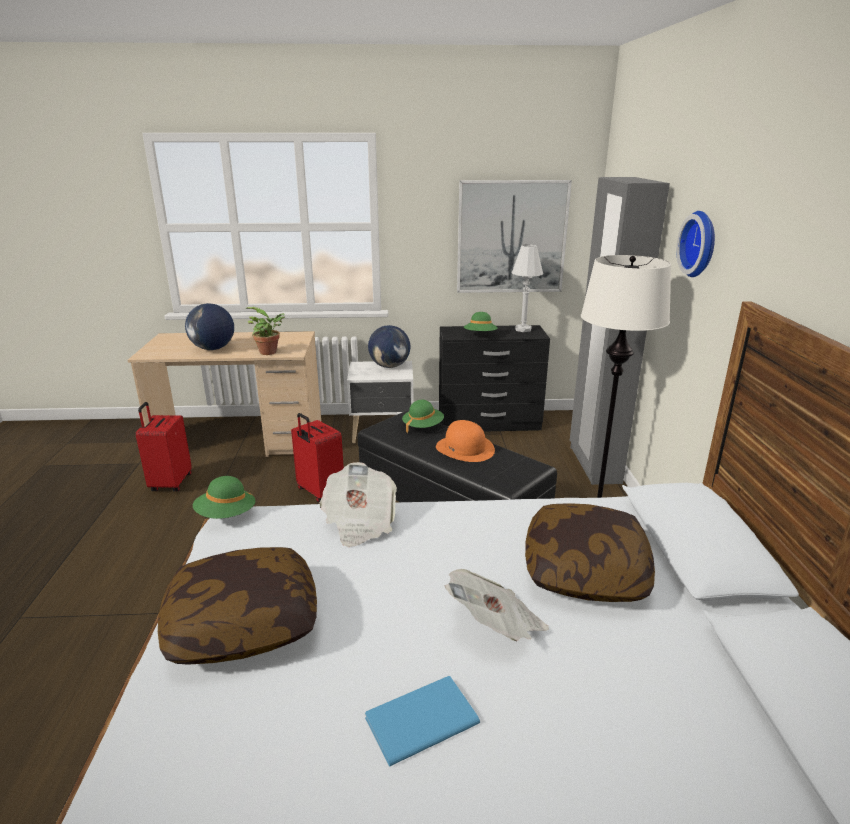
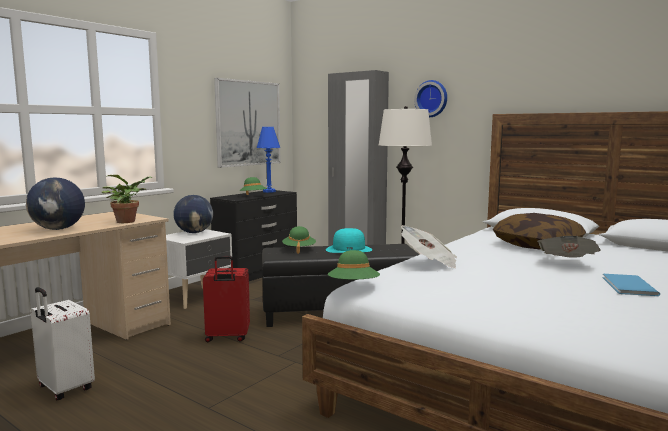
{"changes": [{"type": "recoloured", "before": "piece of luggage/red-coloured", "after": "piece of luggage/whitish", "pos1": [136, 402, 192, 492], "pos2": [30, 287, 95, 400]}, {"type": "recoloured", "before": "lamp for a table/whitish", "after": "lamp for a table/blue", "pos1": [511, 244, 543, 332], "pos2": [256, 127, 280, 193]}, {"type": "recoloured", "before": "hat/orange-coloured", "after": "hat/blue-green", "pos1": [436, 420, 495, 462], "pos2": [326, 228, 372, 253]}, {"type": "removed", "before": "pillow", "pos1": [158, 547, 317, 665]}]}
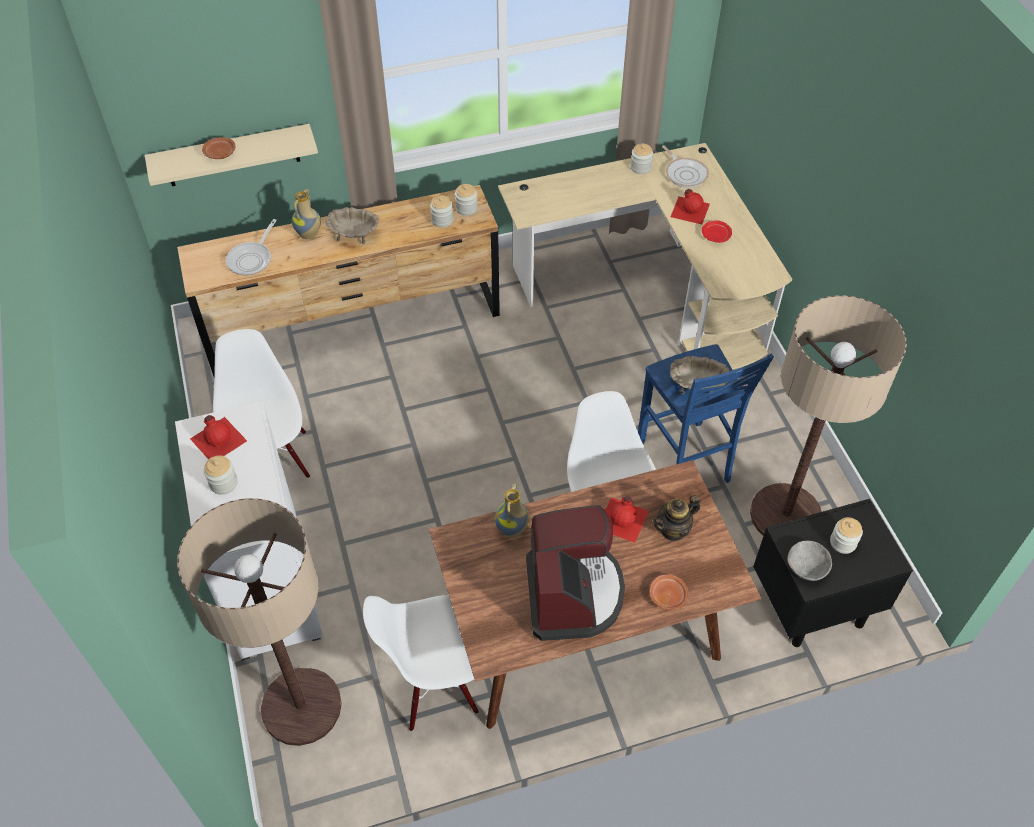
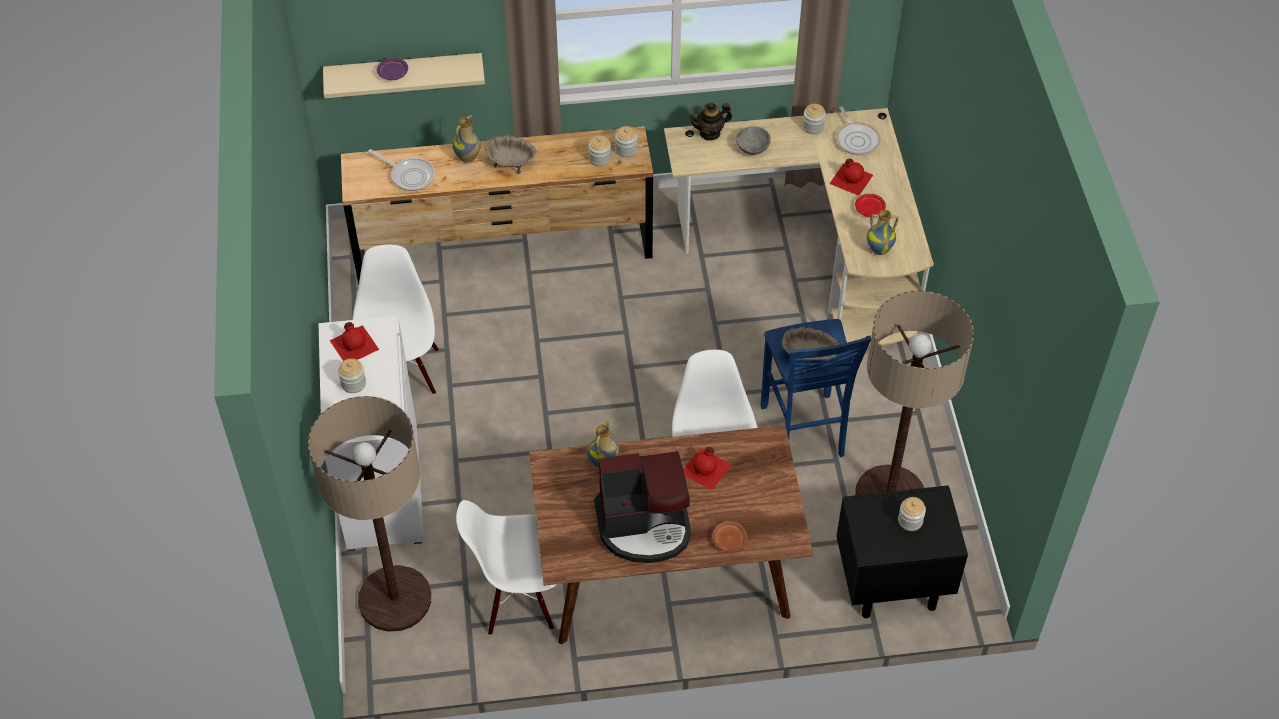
{"changes": [{"type": "turned", "before": "frying pan", "pos1": [226, 219, 277, 276], "pos2": [368, 149, 435, 191], "turn": -90}, {"type": "recoloured", "before": "plate/brown", "after": "plate/purplish", "pos1": [202, 137, 235, 159], "pos2": [377, 58, 408, 80]}, {"type": "turned", "before": "coffee machine", "pos1": [526, 505, 625, 641], "pos2": [594, 451, 691, 563], "turn": 75}, {"type": "moved", "before": "teapot", "pos1": [653, 495, 700, 542], "pos2": [689, 102, 732, 140]}, {"type": "moved", "before": "deep dish/gray", "pos1": [787, 541, 832, 581], "pos2": [735, 126, 771, 155]}, {"type": "added", "after": "flower vase", "pos2": [867, 210, 899, 255]}]}
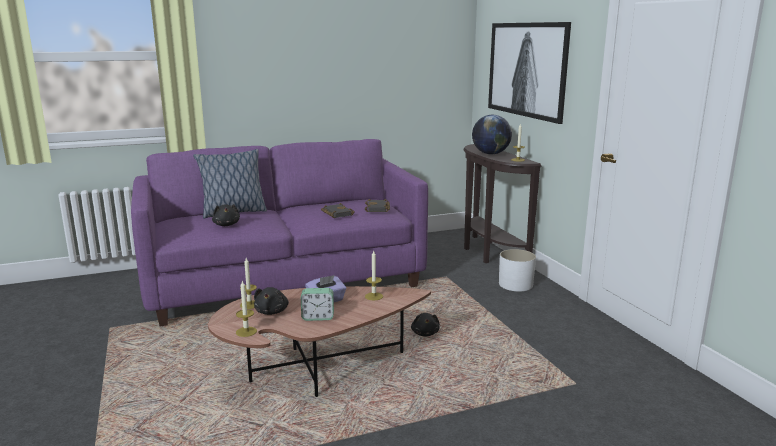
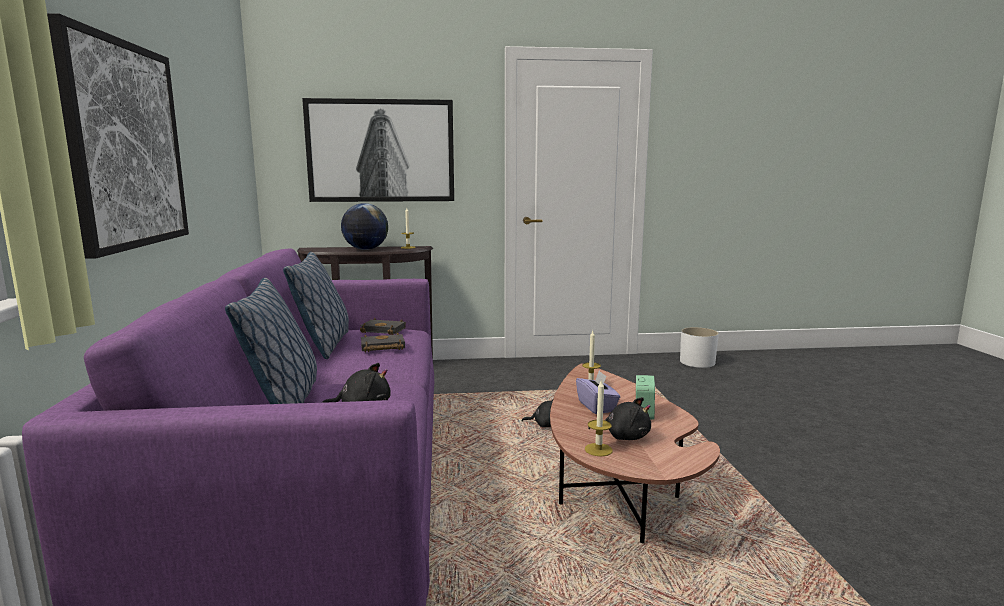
{"changes": [{"type": "added", "after": "wall picture", "pos2": [47, 13, 189, 259]}, {"type": "added", "after": "pillow", "pos2": [283, 252, 349, 359]}, {"type": "moved", "before": "plant pot/whitish", "pos1": [499, 249, 536, 292], "pos2": [680, 327, 719, 368]}, {"type": "removed", "before": "candle", "pos1": [236, 280, 257, 337]}]}
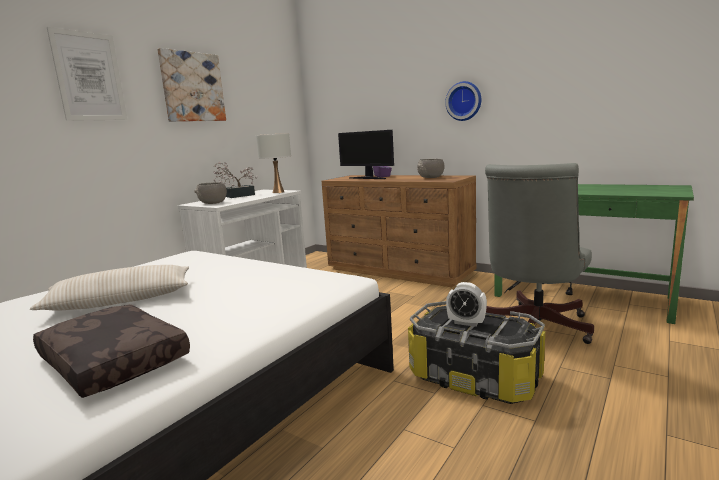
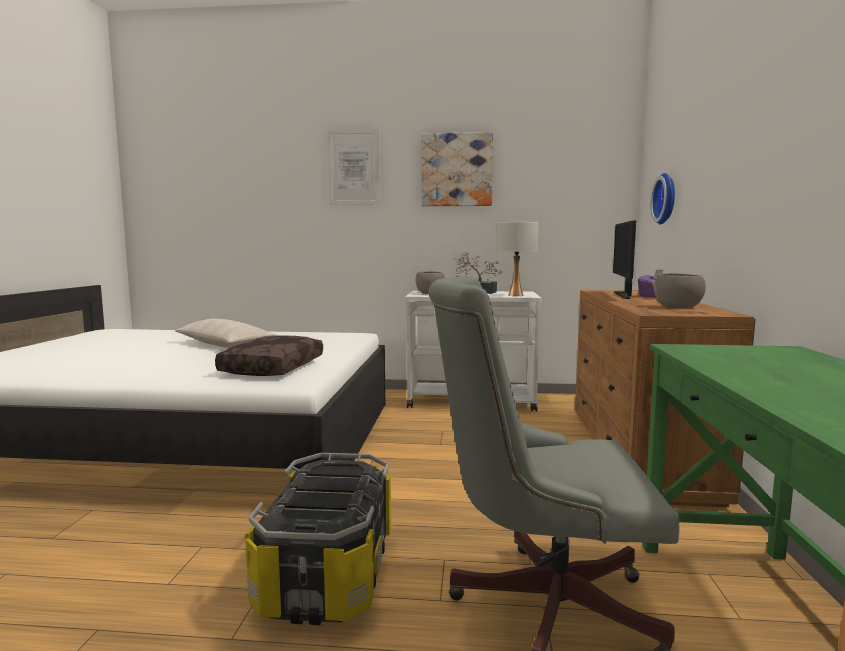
{"changes": [{"type": "moved", "before": "pillow/brown", "pos1": [33, 304, 190, 398], "pos2": [215, 335, 323, 376]}, {"type": "moved", "before": "clock on the wall", "pos1": [445, 81, 481, 121], "pos2": [651, 173, 675, 224]}, {"type": "removed", "before": "alarm clock", "pos1": [446, 282, 487, 327]}]}
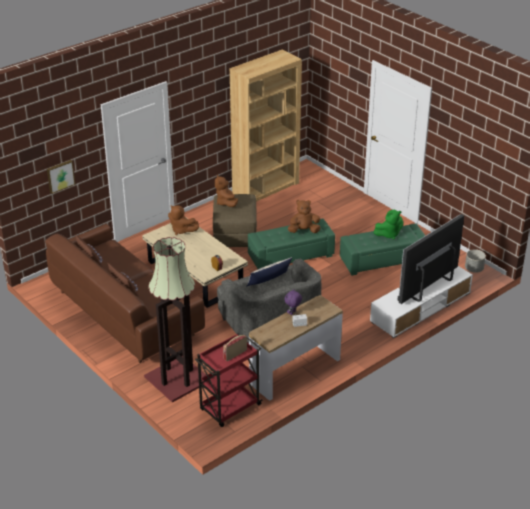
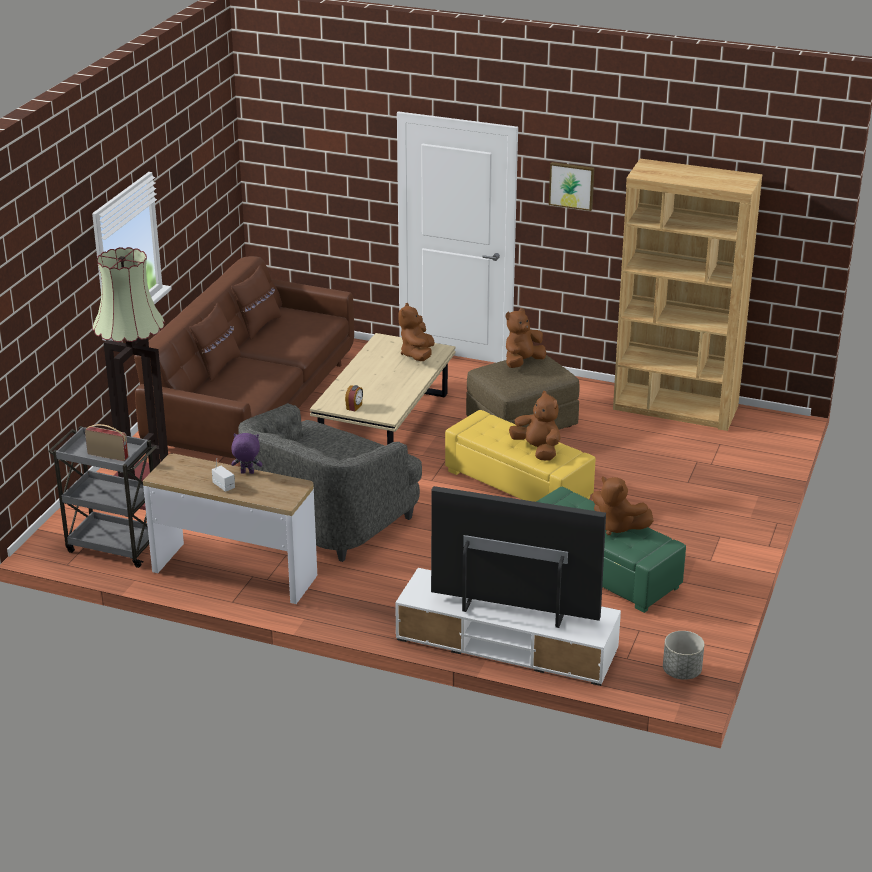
{"changes": [{"type": "recoloured", "before": "cart/red-coloured", "after": "cart/gray", "pos1": [195, 333, 262, 427], "pos2": [48, 426, 156, 568]}, {"type": "recoloured", "before": "ottoman/green-coloured", "after": "ottoman/yellowish", "pos1": [248, 219, 335, 269], "pos2": [445, 410, 595, 502]}, {"type": "moved", "before": "wall picture", "pos1": [47, 160, 75, 194], "pos2": [549, 162, 594, 211]}, {"type": "recoloured", "before": "cuddly toy/green-coloured", "after": "cuddly toy/brown", "pos1": [374, 210, 403, 240], "pos2": [592, 476, 654, 535]}, {"type": "removed", "before": "pillow", "pos1": [246, 257, 292, 287]}]}
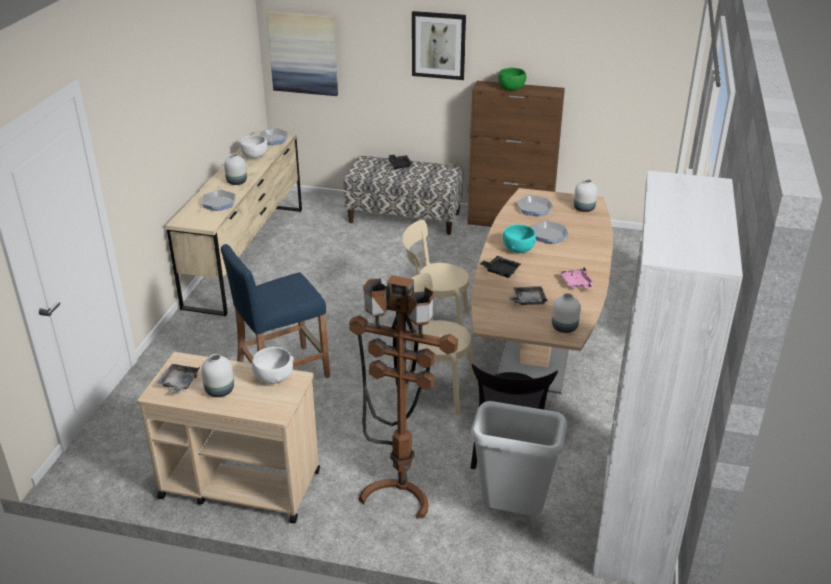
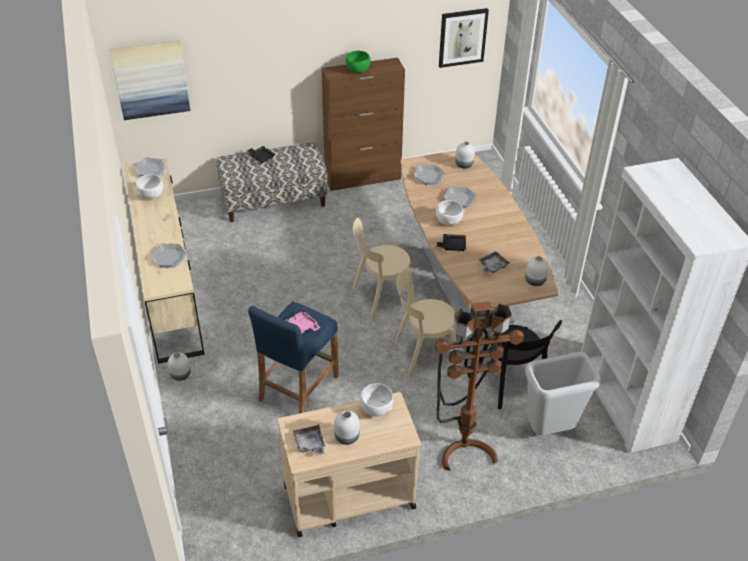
{"changes": [{"type": "moved", "before": "flower vase/whitish", "pos1": [224, 153, 247, 185], "pos2": [168, 353, 191, 381]}, {"type": "moved", "before": "tray/pink-coloured", "pos1": [559, 267, 594, 289], "pos2": [285, 309, 321, 334]}, {"type": "recoloured", "before": "deep dish/blue-green", "after": "deep dish/whitish", "pos1": [503, 224, 536, 253], "pos2": [436, 200, 465, 225]}, {"type": "moved", "before": "wall picture", "pos1": [412, 11, 466, 80], "pos2": [439, 8, 489, 68]}]}
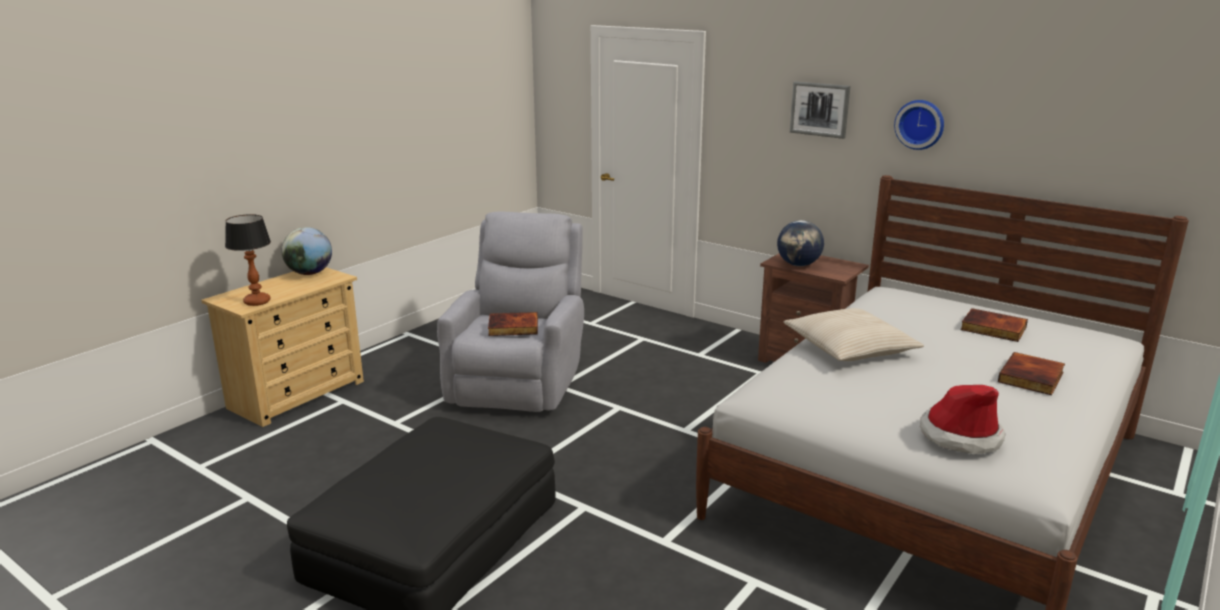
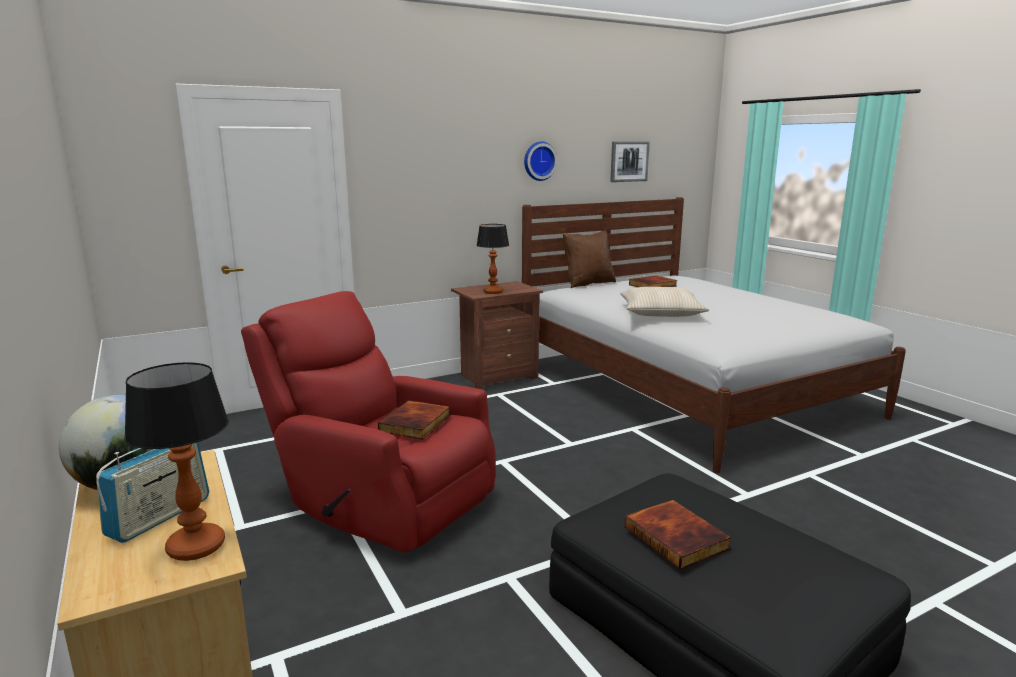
{"changes": [{"type": "added", "after": "radio set", "pos2": [96, 442, 209, 543]}, {"type": "recoloured", "before": "armchair/gray", "after": "armchair/red-coloured", "pos1": [437, 212, 584, 412], "pos2": [241, 291, 496, 552]}, {"type": "replaced", "before": "globe", "after": "lamp for a table", "pos1": [777, 220, 824, 266], "pos2": [476, 224, 509, 294]}, {"type": "added", "after": "pillow/brown", "pos2": [563, 231, 616, 288]}, {"type": "moved", "before": "wall picture", "pos1": [790, 81, 850, 139], "pos2": [610, 141, 650, 182]}, {"type": "moved", "before": "bound book", "pos1": [998, 352, 1065, 395], "pos2": [625, 500, 731, 570]}, {"type": "removed", "before": "hat", "pos1": [920, 385, 1005, 454]}]}
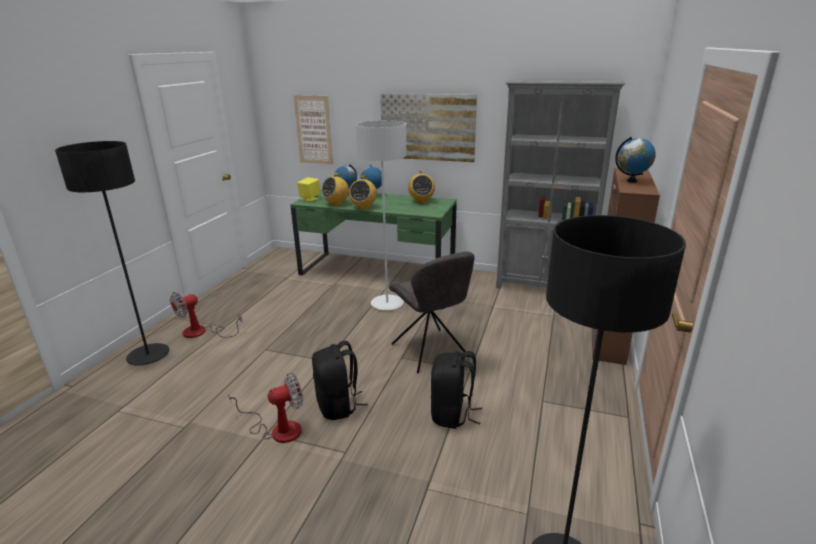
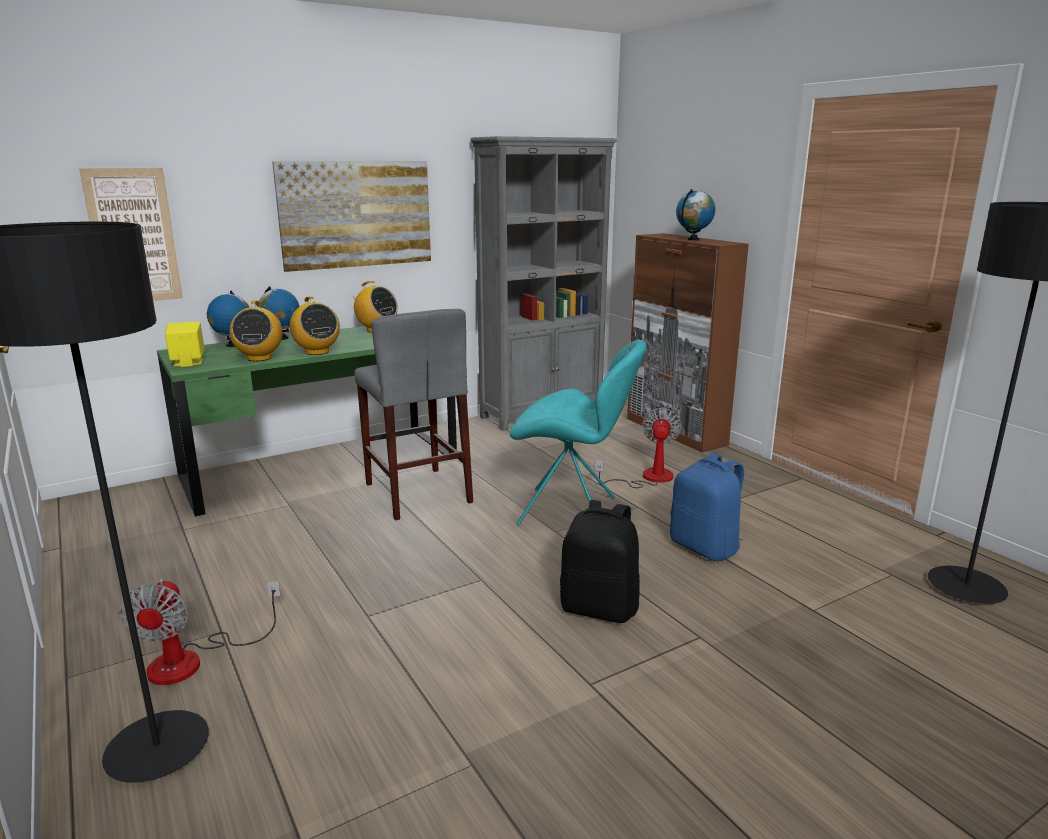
{"changes": [{"type": "replaced", "before": "standing lamp/gray", "after": "sitting stool/gray", "pos1": [356, 120, 407, 310], "pos2": [354, 309, 473, 520]}, {"type": "recoloured", "before": "chair/gray", "after": "chair/blue-green", "pos1": [389, 252, 475, 373], "pos2": [510, 339, 647, 526]}, {"type": "moved", "before": "electric fan", "pos1": [228, 373, 303, 443], "pos2": [595, 408, 681, 488]}, {"type": "recoloured", "before": "rucksack/black-coloured", "after": "rucksack/blue", "pos1": [431, 351, 482, 429], "pos2": [670, 453, 744, 561]}]}
